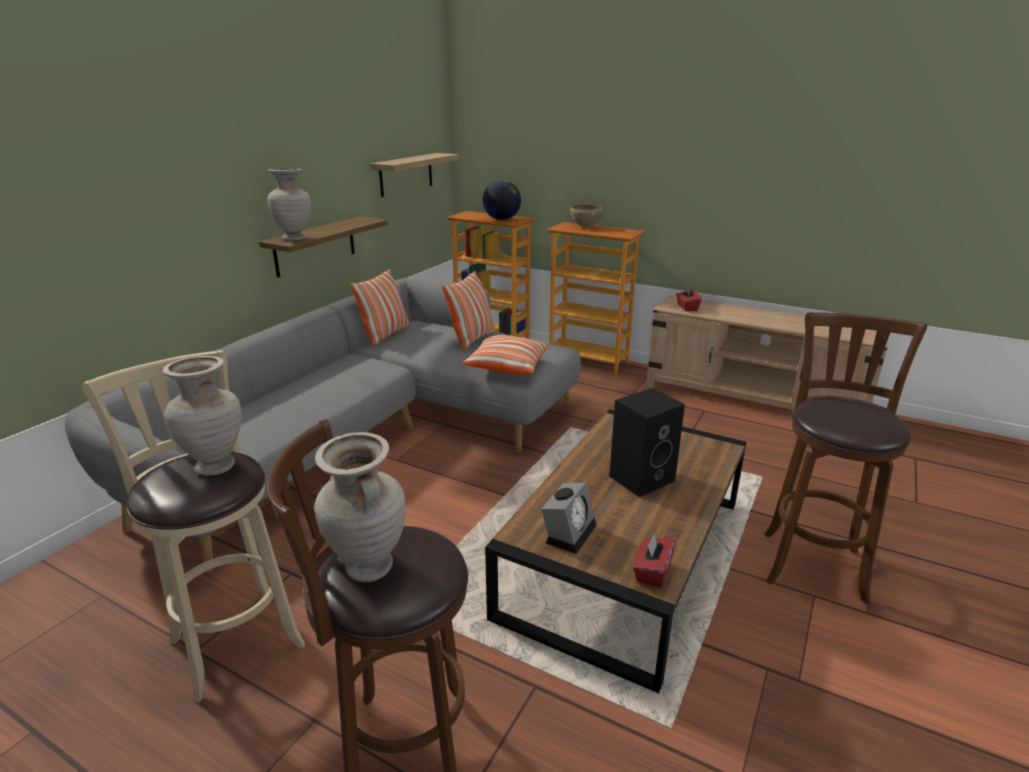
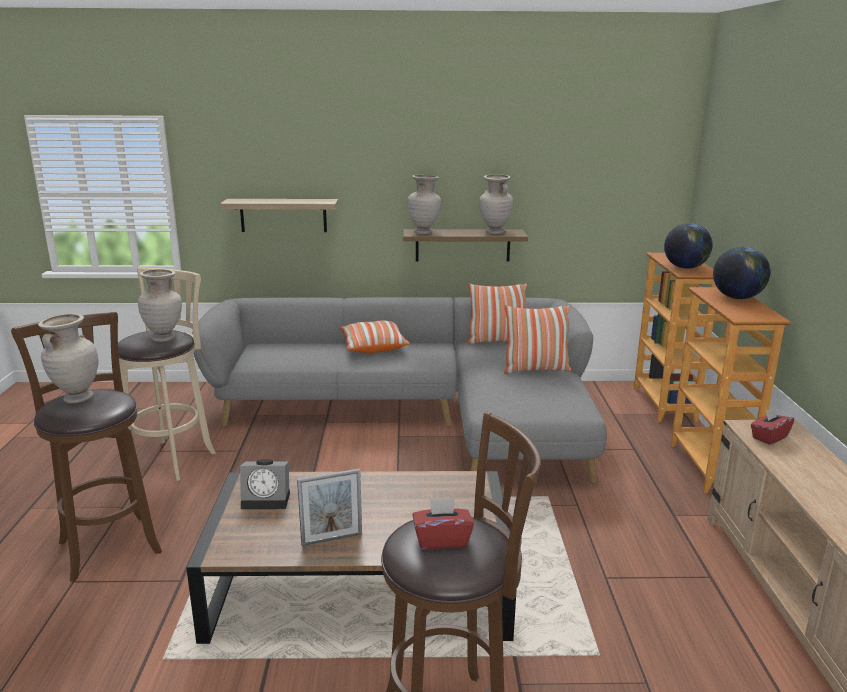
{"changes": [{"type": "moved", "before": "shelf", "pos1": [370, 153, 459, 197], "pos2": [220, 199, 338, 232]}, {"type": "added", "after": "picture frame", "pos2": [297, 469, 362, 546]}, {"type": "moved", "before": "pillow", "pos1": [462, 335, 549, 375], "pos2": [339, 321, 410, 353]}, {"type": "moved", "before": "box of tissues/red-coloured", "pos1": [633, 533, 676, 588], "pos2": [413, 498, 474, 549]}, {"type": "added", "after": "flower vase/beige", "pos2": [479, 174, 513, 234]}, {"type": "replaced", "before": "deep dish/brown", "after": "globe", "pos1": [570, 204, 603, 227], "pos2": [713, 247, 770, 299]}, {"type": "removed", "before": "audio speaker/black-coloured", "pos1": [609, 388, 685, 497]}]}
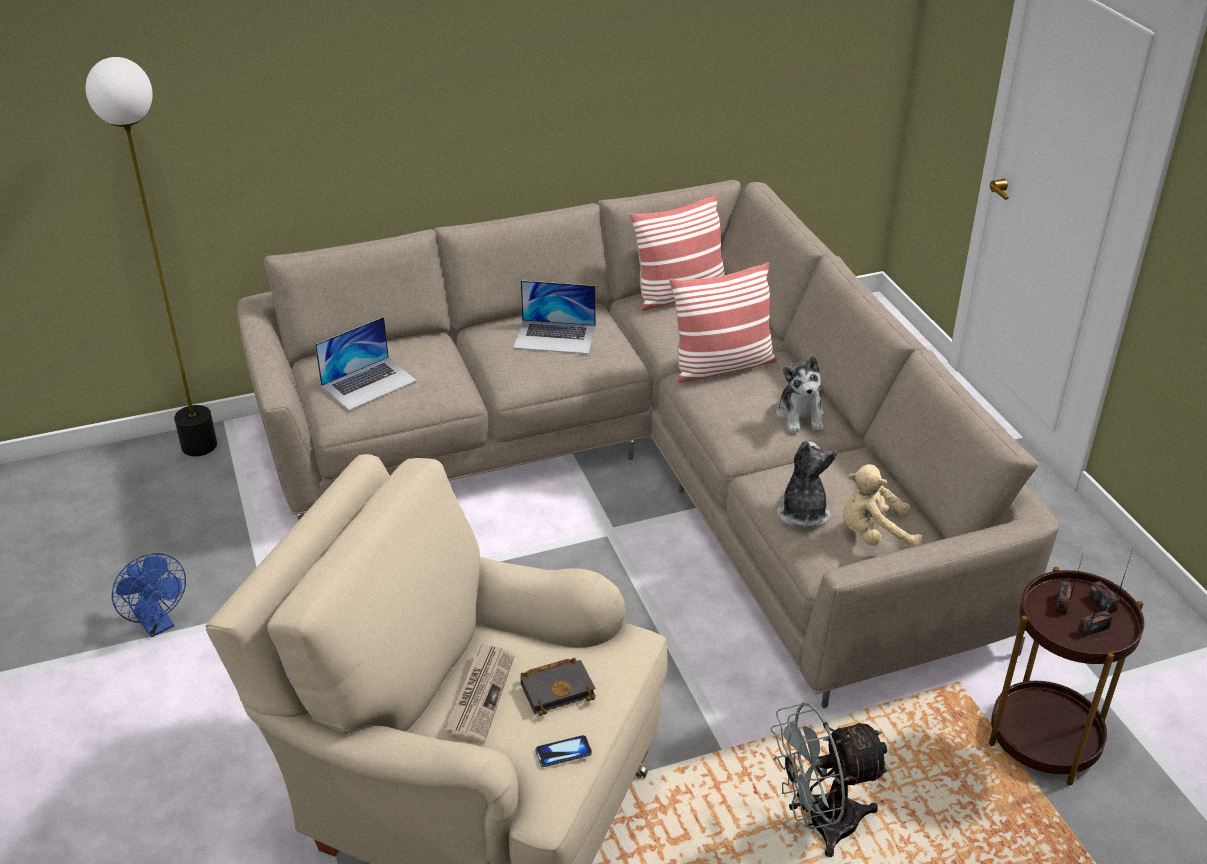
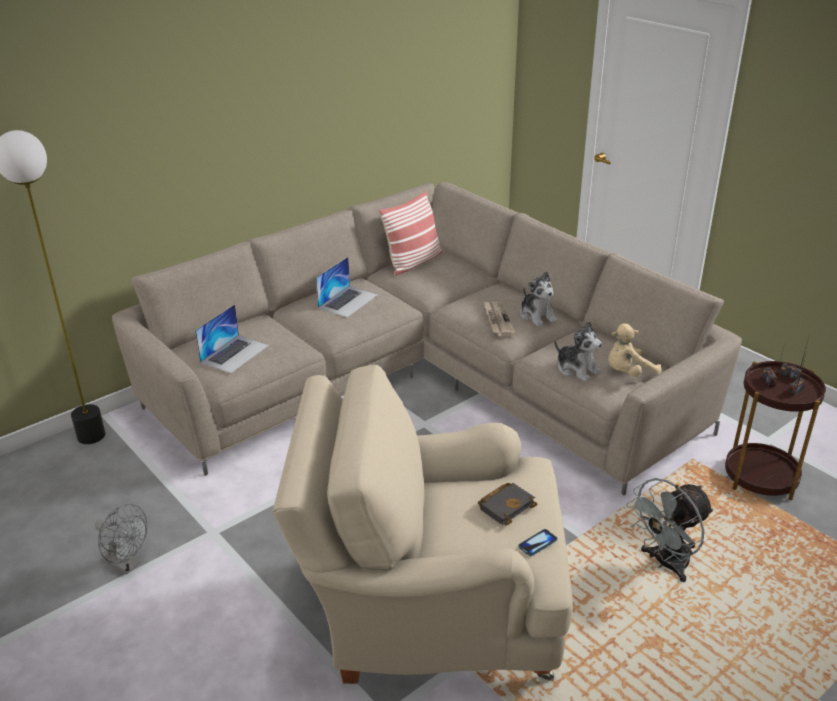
{"changes": [{"type": "recoloured", "before": "electric fan/blue", "after": "electric fan/gray", "pos1": [112, 553, 186, 637], "pos2": [95, 504, 148, 574]}, {"type": "turned", "before": "laptop", "pos1": [513, 280, 596, 354], "pos2": [316, 257, 378, 318], "turn": -45}, {"type": "moved", "before": "newspaper", "pos1": [444, 642, 515, 744], "pos2": [484, 301, 516, 337]}, {"type": "turned", "before": "cuddly toy", "pos1": [777, 440, 838, 527], "pos2": [554, 321, 602, 382], "turn": 150}, {"type": "removed", "before": "pillow", "pos1": [669, 262, 777, 383]}]}
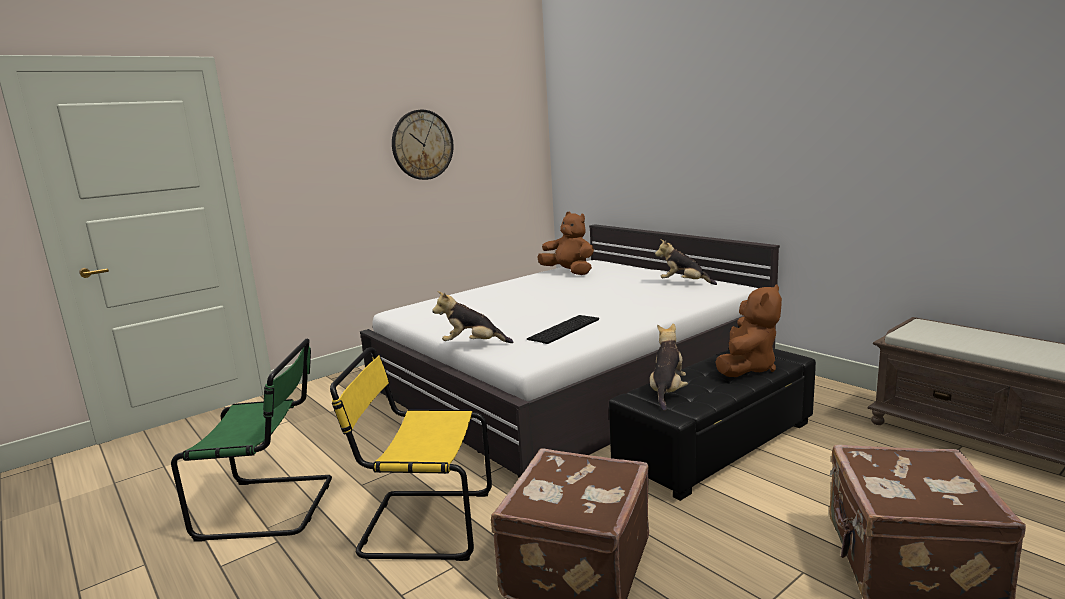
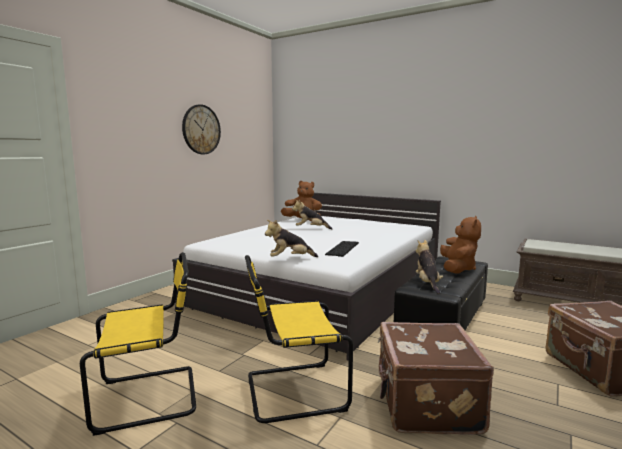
{"changes": [{"type": "recoloured", "before": "chair/green-coloured", "after": "chair/yellowish", "pos1": [171, 339, 332, 542], "pos2": [80, 252, 196, 436]}, {"type": "moved", "before": "cuddly toy", "pos1": [655, 239, 717, 285], "pos2": [292, 199, 332, 229]}]}
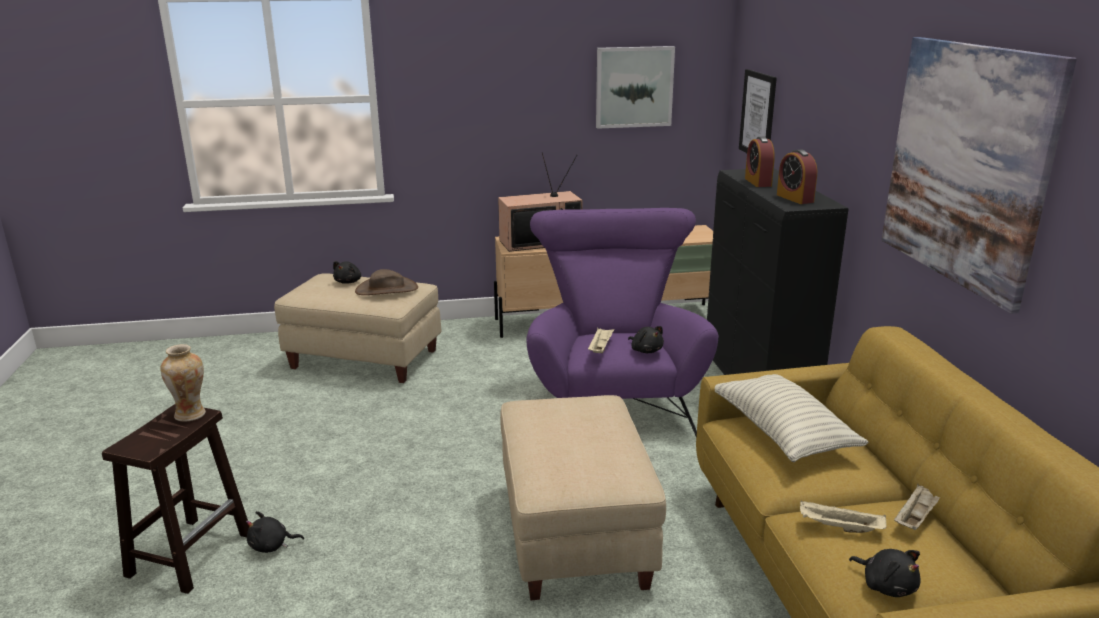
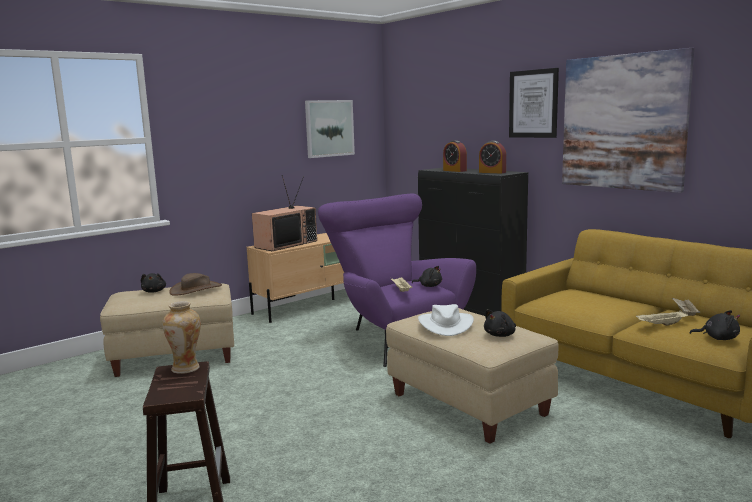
{"changes": [{"type": "added", "after": "hat/whitish", "pos2": [418, 304, 474, 336]}, {"type": "moved", "before": "cuddly toy/black-coloured", "pos1": [246, 511, 304, 553], "pos2": [484, 309, 516, 337]}, {"type": "moved", "before": "wall picture", "pos1": [739, 69, 777, 153], "pos2": [509, 68, 559, 138]}, {"type": "removed", "before": "pillow", "pos1": [715, 374, 868, 462]}]}
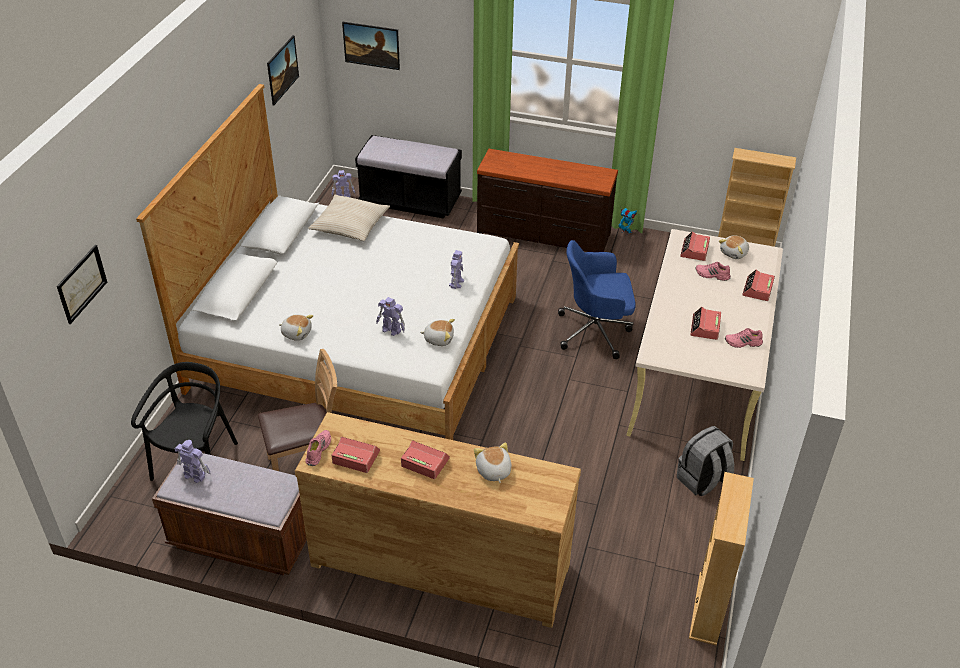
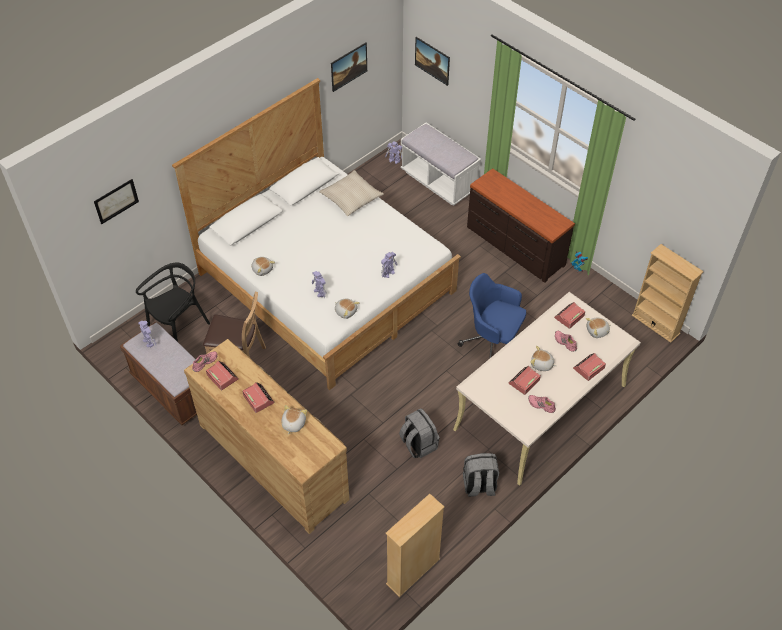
{"changes": [{"type": "added", "after": "rucksack/gray", "pos2": [399, 408, 440, 458]}, {"type": "recoloured", "before": "long seat/black-coloured", "after": "long seat/whitish", "pos1": [355, 135, 462, 219], "pos2": [401, 122, 481, 205]}, {"type": "added", "after": "cuddly toy", "pos2": [530, 346, 556, 371]}]}
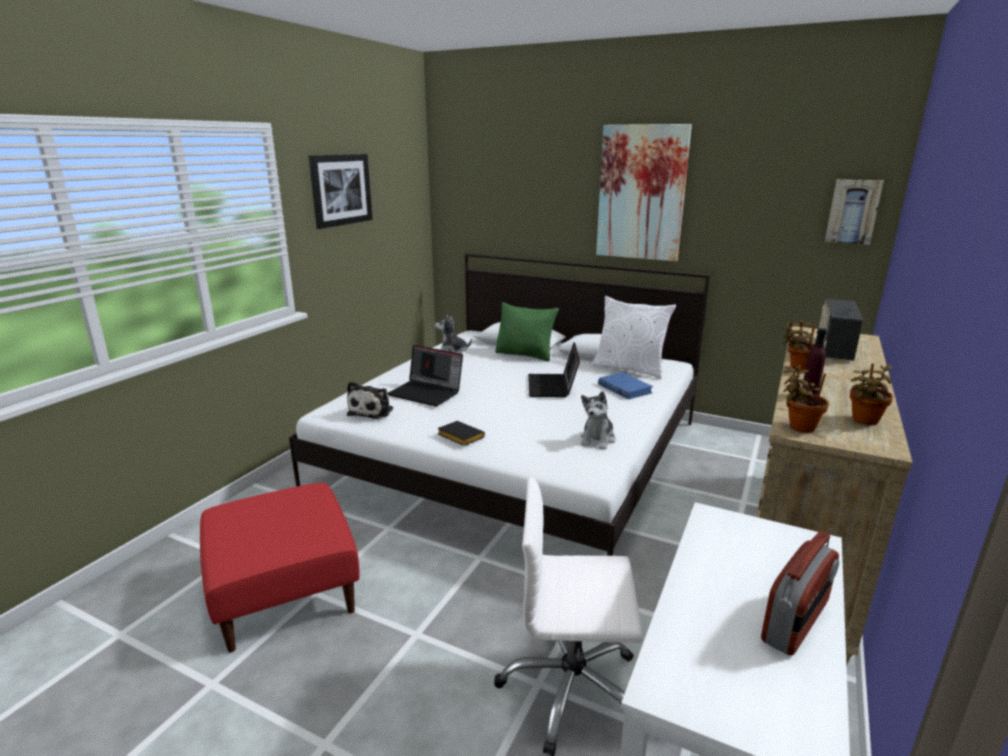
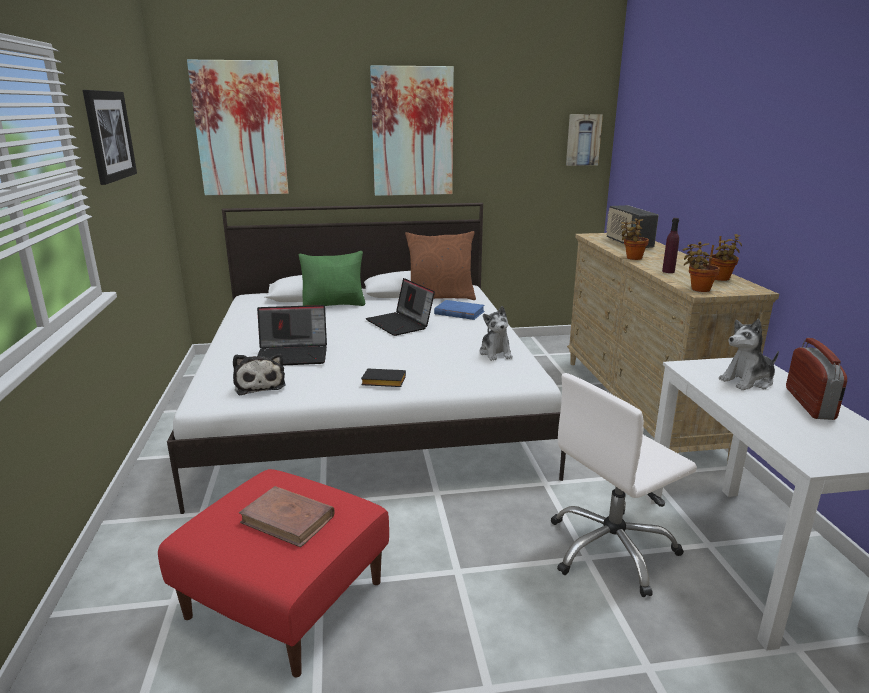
{"changes": [{"type": "added", "after": "wall picture", "pos2": [187, 60, 289, 195]}, {"type": "added", "after": "bound book/brown", "pos2": [239, 486, 335, 548]}, {"type": "recoloured", "before": "pillow/whitish", "after": "pillow/brown", "pos1": [592, 296, 676, 379], "pos2": [405, 231, 476, 300]}, {"type": "moved", "before": "cuddly toy", "pos1": [435, 315, 472, 353], "pos2": [719, 319, 779, 390]}]}
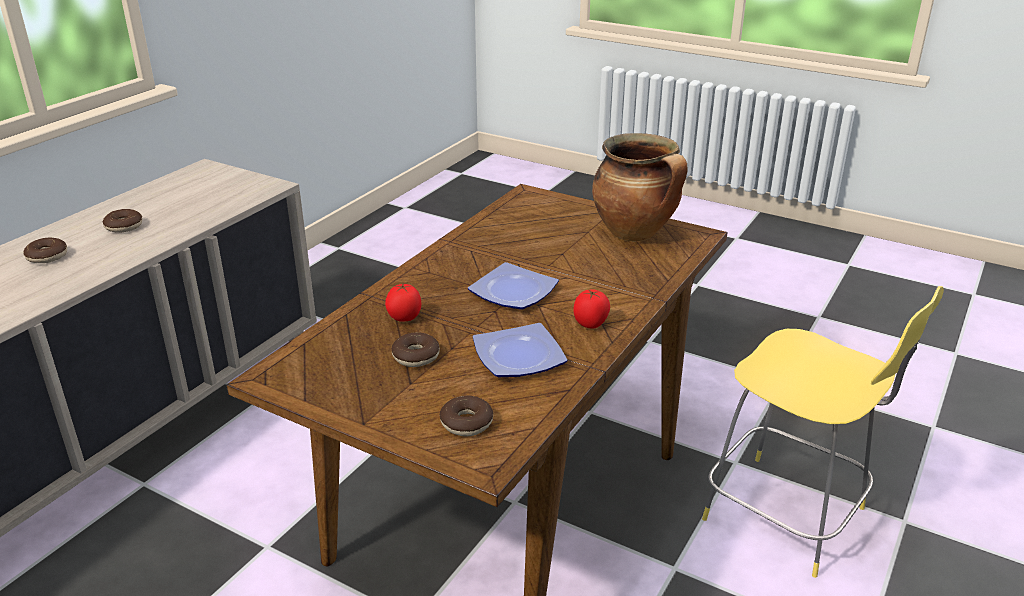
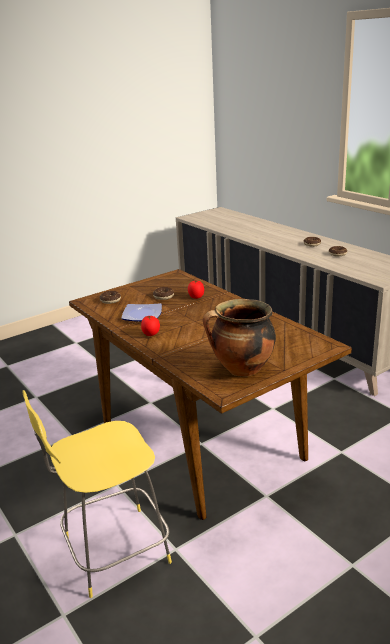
{"changes": [{"type": "removed", "before": "plate", "pos1": [468, 262, 559, 310]}]}
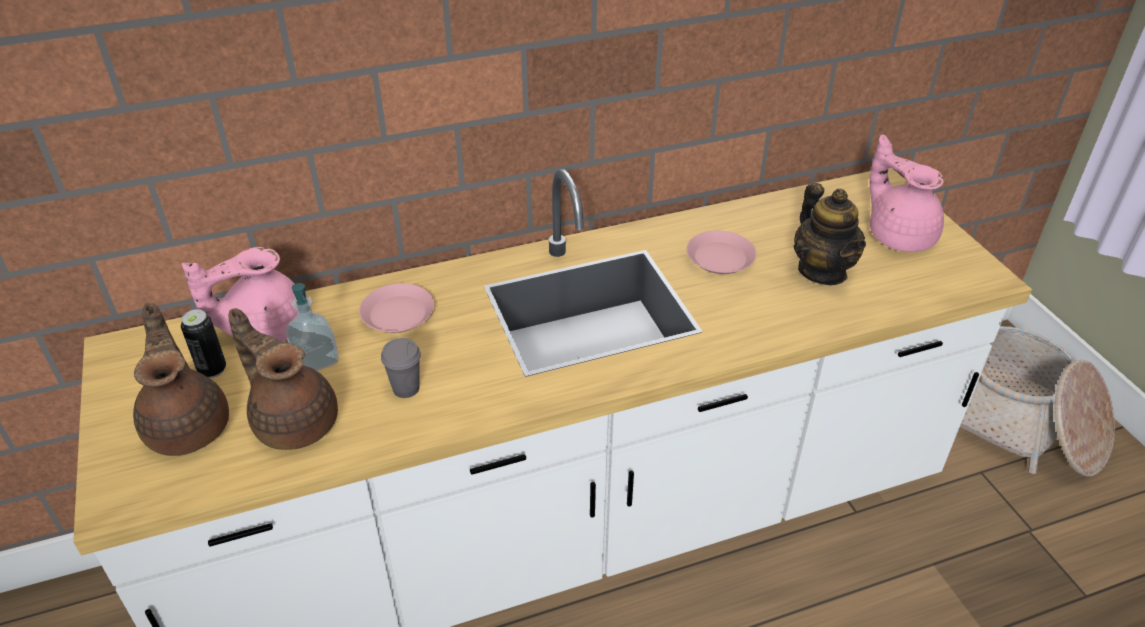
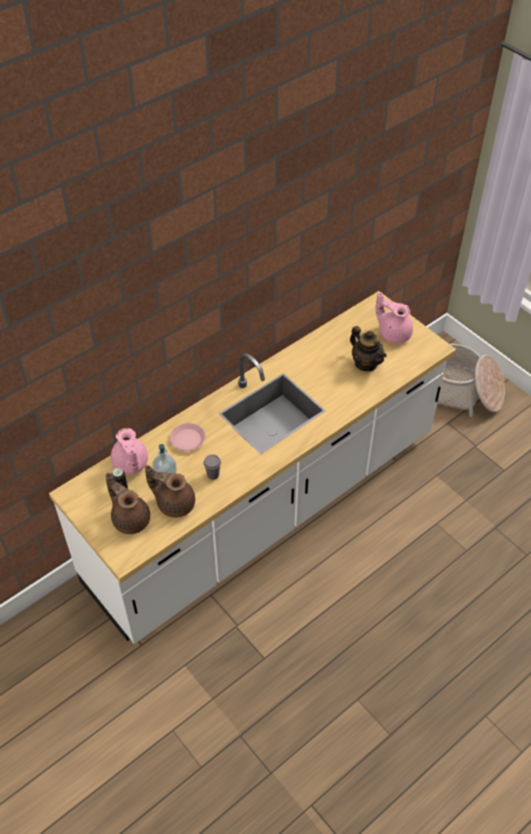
{"changes": [{"type": "turned", "before": "teapot/pink-coloured", "pos1": [182, 247, 297, 342], "pos2": [111, 428, 148, 474], "turn": -60}, {"type": "removed", "before": "plate/pink-coloured", "pos1": [686, 231, 756, 274]}]}
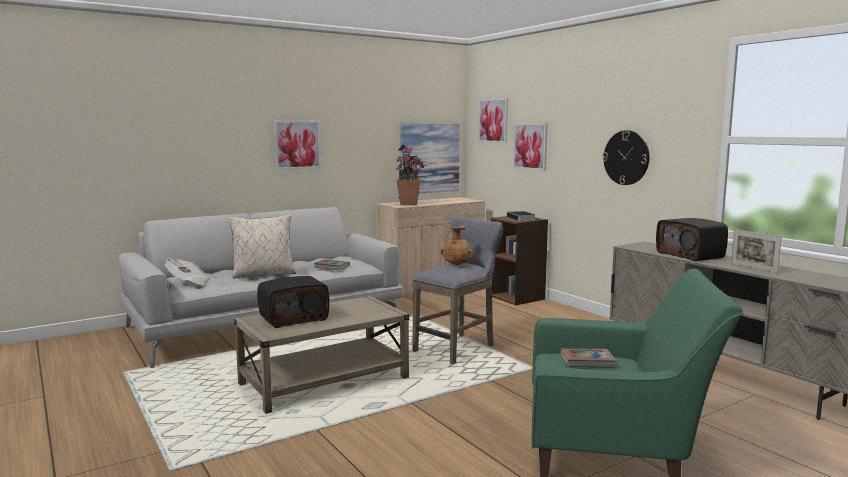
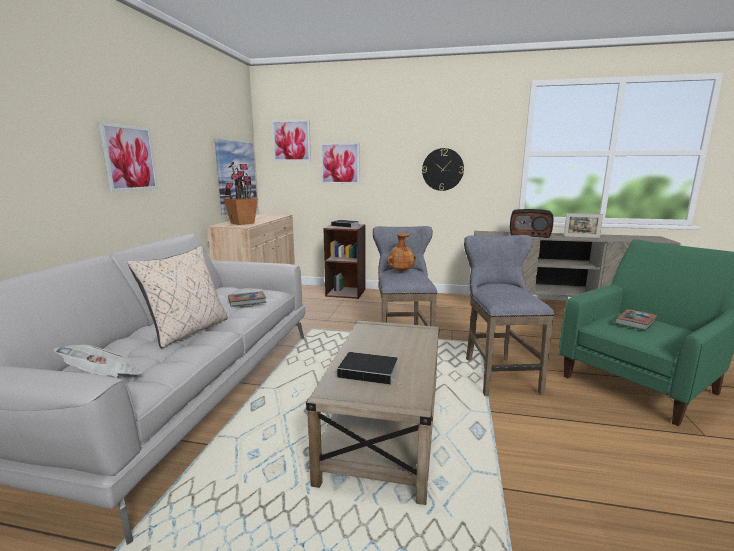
{"changes": [{"type": "replaced", "before": "radio set", "after": "bound book", "pos1": [257, 276, 329, 328], "pos2": [337, 352, 402, 385]}, {"type": "added", "after": "sitting stool/gray", "pos2": [464, 235, 554, 396]}]}
